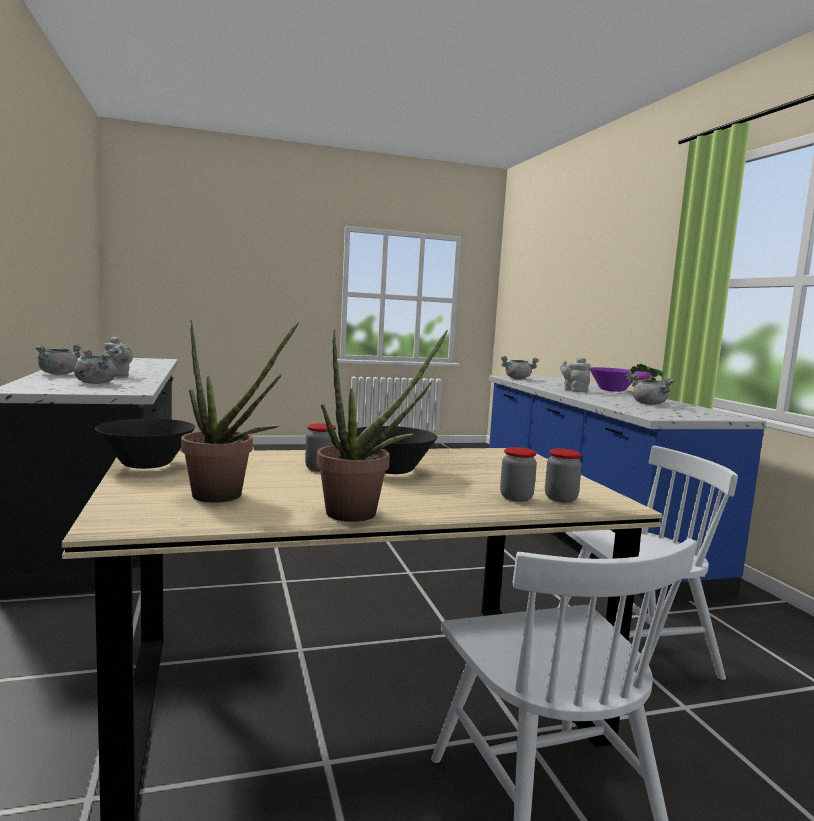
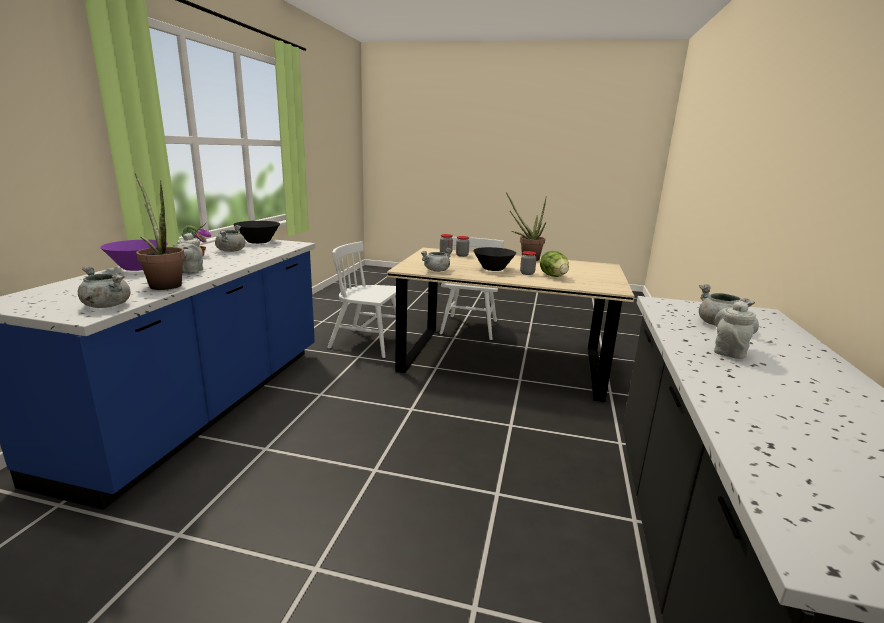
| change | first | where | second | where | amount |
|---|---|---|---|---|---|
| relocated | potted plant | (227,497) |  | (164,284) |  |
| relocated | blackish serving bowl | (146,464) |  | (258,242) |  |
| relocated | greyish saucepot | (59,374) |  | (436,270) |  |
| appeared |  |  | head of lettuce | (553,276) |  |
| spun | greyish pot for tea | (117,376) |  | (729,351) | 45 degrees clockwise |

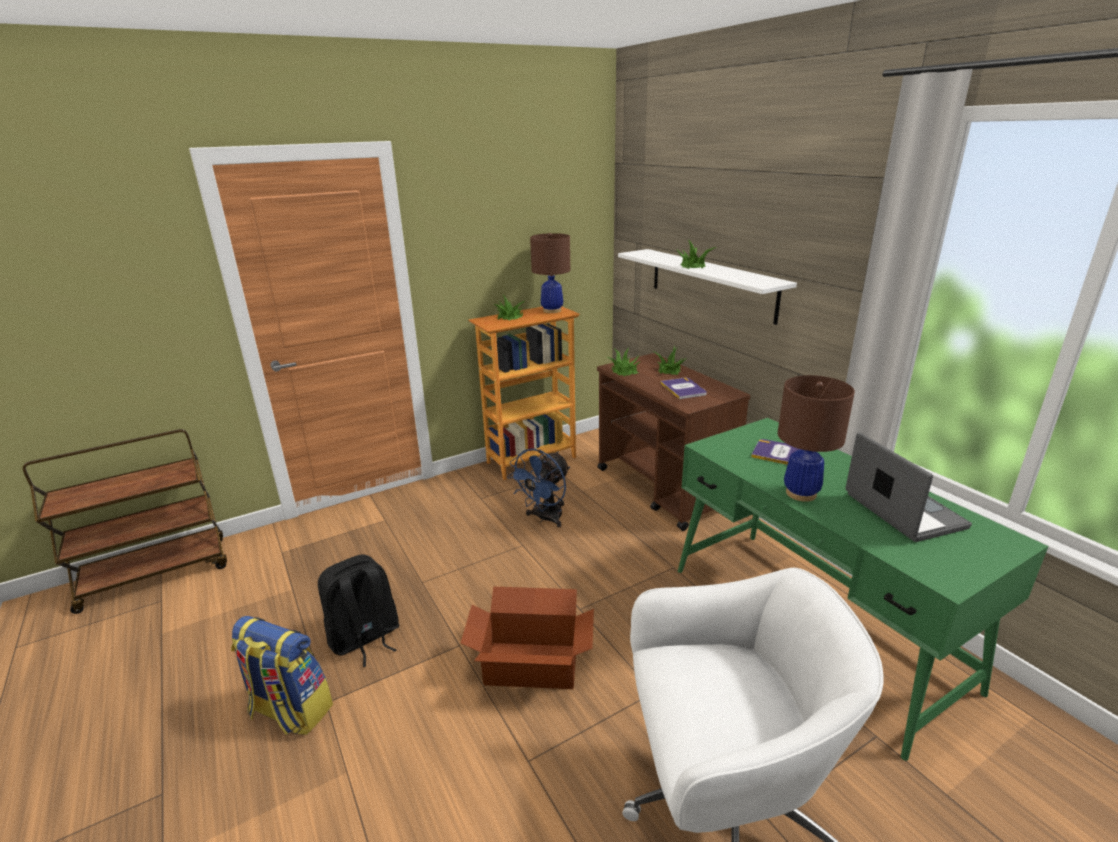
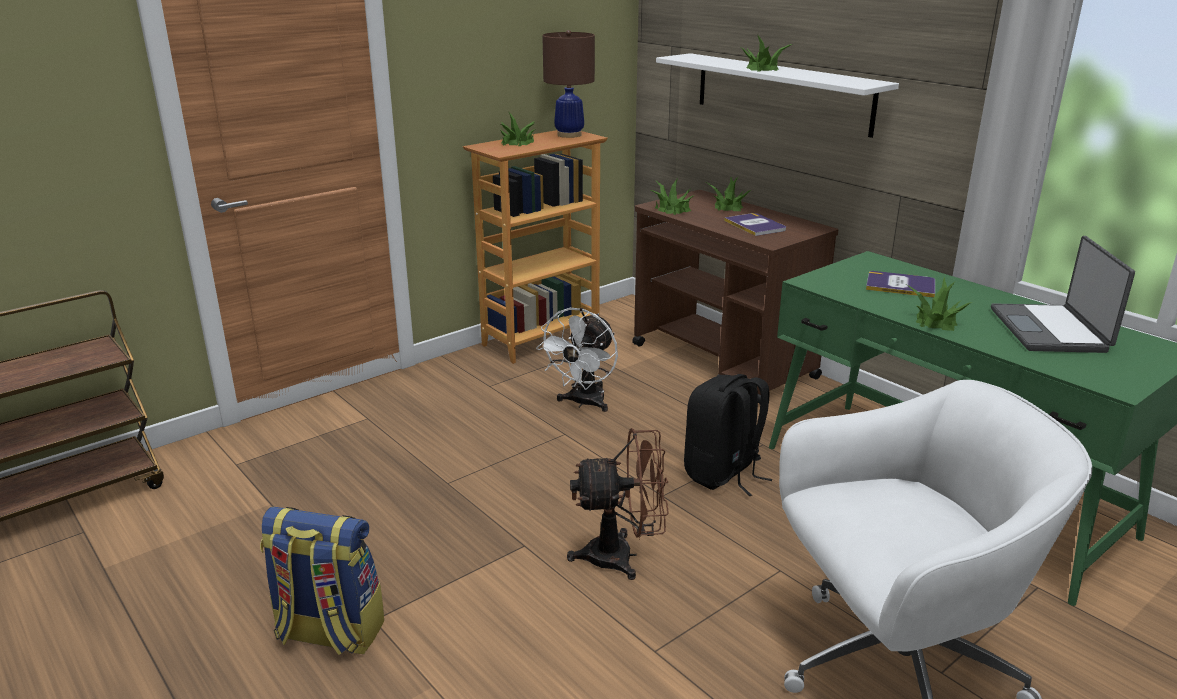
| change | first | where | second | where | amount |
|---|---|---|---|---|---|
| colour | blue-coloured cooling fan | (545,518) | whitish cooling fan | (583,403) |  |
| exchanged | carton | (530,664) | brown-coloured cooling fan | (622,556) |  |
| relocated | blackish knapsack | (365,638) |  | (723,474) |  |
| exchanged | brown-coloured tabletop lamp | (801,493) | potted plant | (936,320) |  |
| spun | portable computer | (902,511) |  | (1051,330) | 150 degrees counterclockwise |

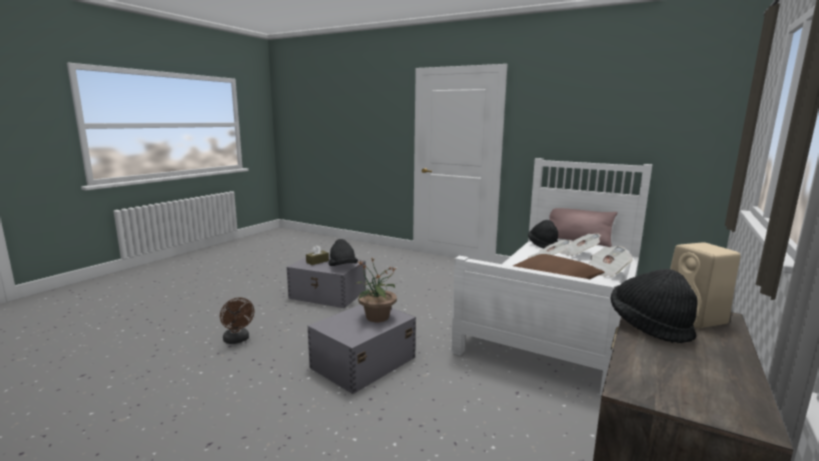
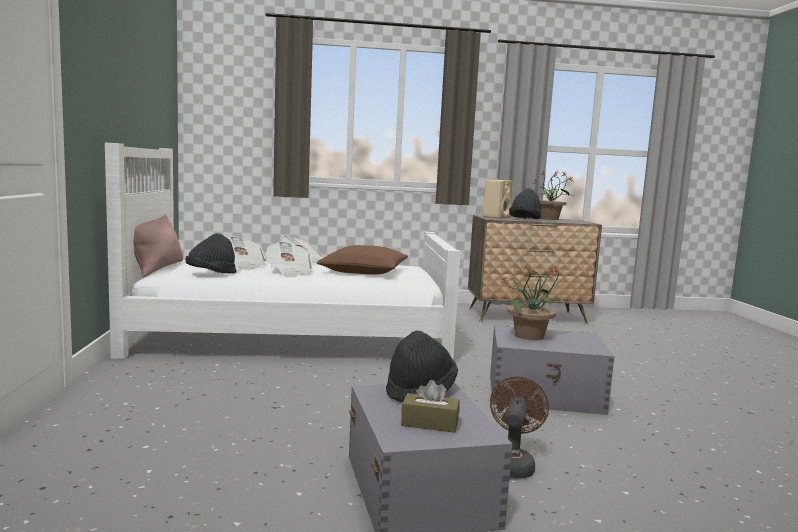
| change | first | where | second | where | amount |
|---|---|---|---|---|---|
| relocated | brown-coloured cooling fan | (237,340) |  | (512,464) |  |
| appeared |  |  | potted plant | (549,219) |  |

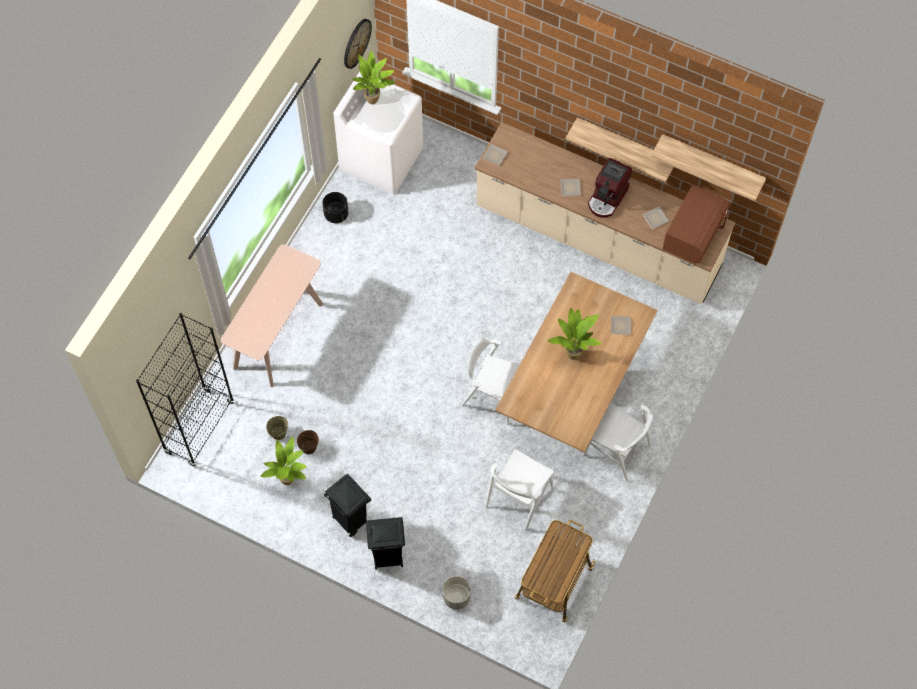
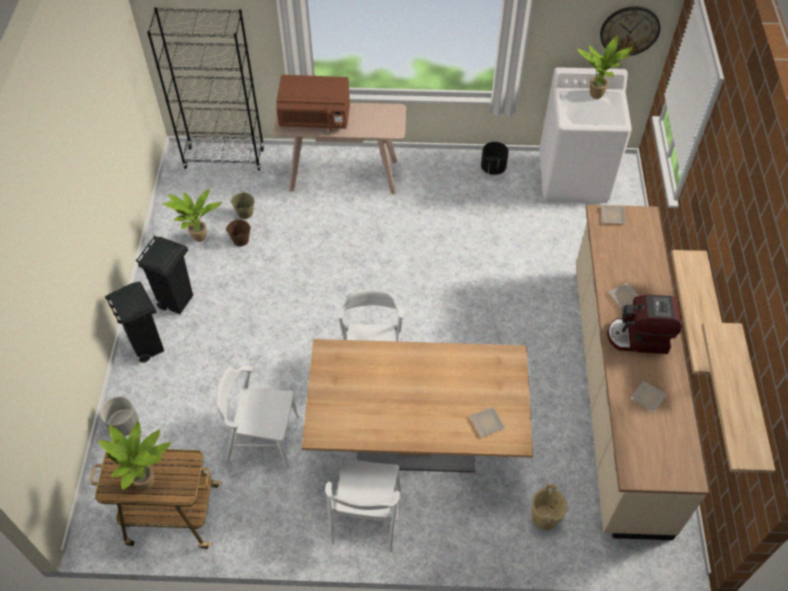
| change | first | where | second | where | amount |
|---|---|---|---|---|---|
| relocated | potted plant | (572,353) |  | (148,481) |  |
| relocated | brown-coloured microwave | (693,234) |  | (315,119) |  |
| appeared |  |  | beige water bucket | (545,517) |  |

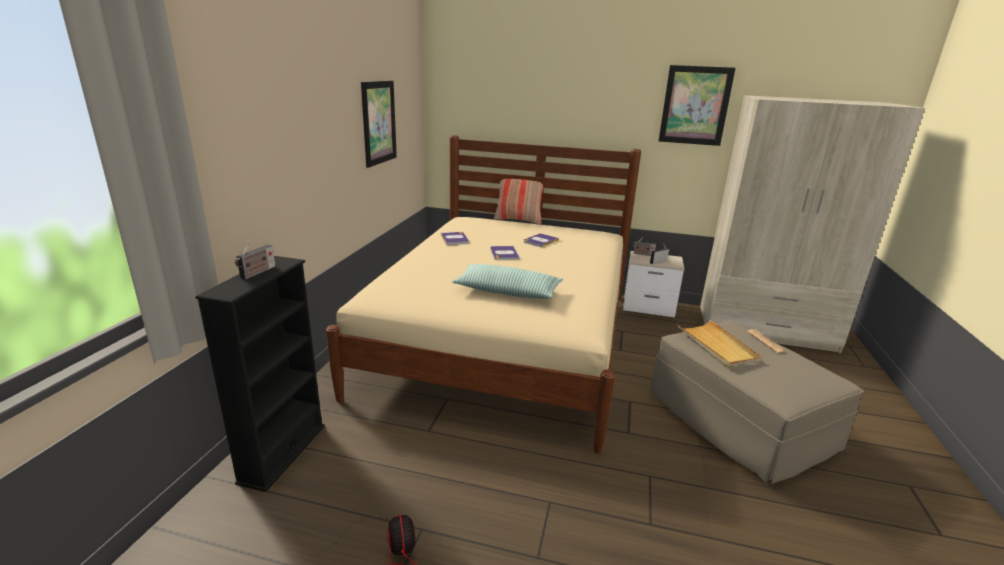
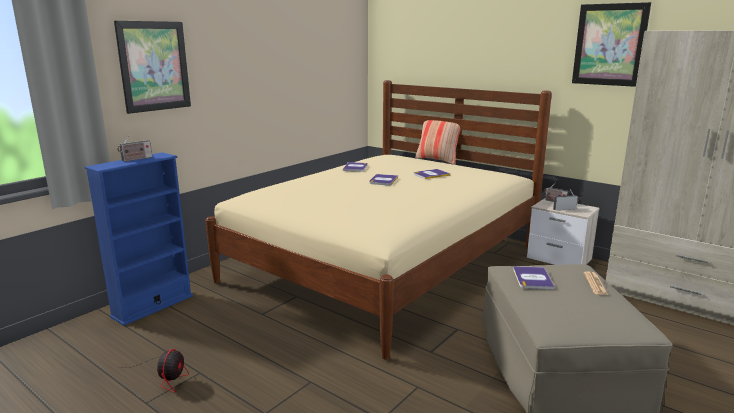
| change | first | where | second | where | amount |
|---|---|---|---|---|---|
| colour | blackish bookcase | (283,453) | blue-coloured bookcase | (153,306) |  |
| relocated | wall art | (379,122) |  | (154,66) |  |
| exchanged | beige tray | (717,345) | bound book | (532,278) |  |
| missing | pillow | (507,291) |  |  |  |

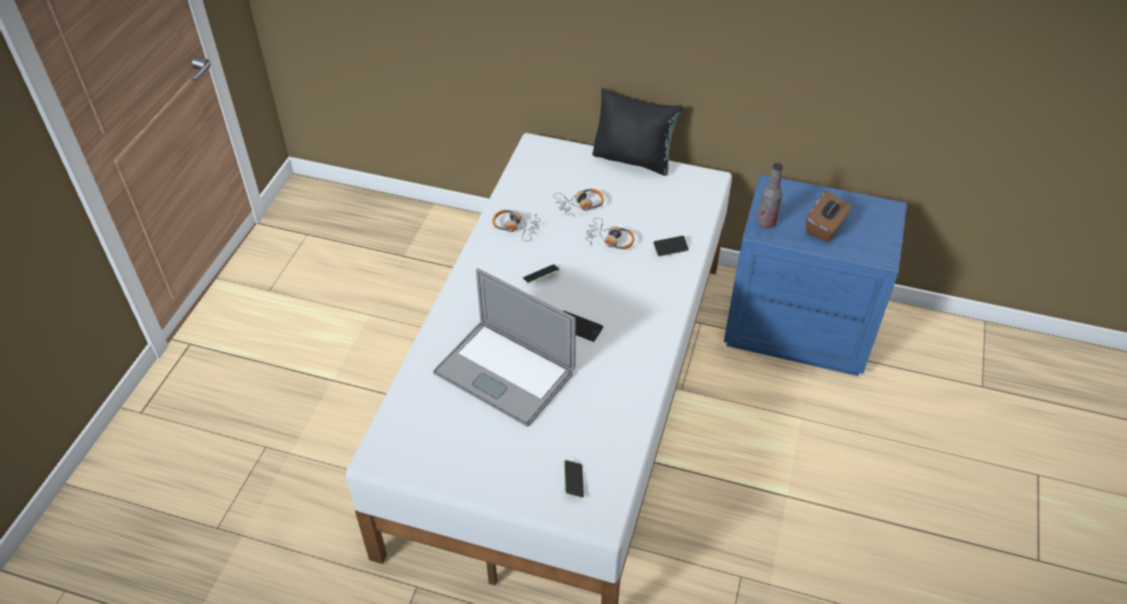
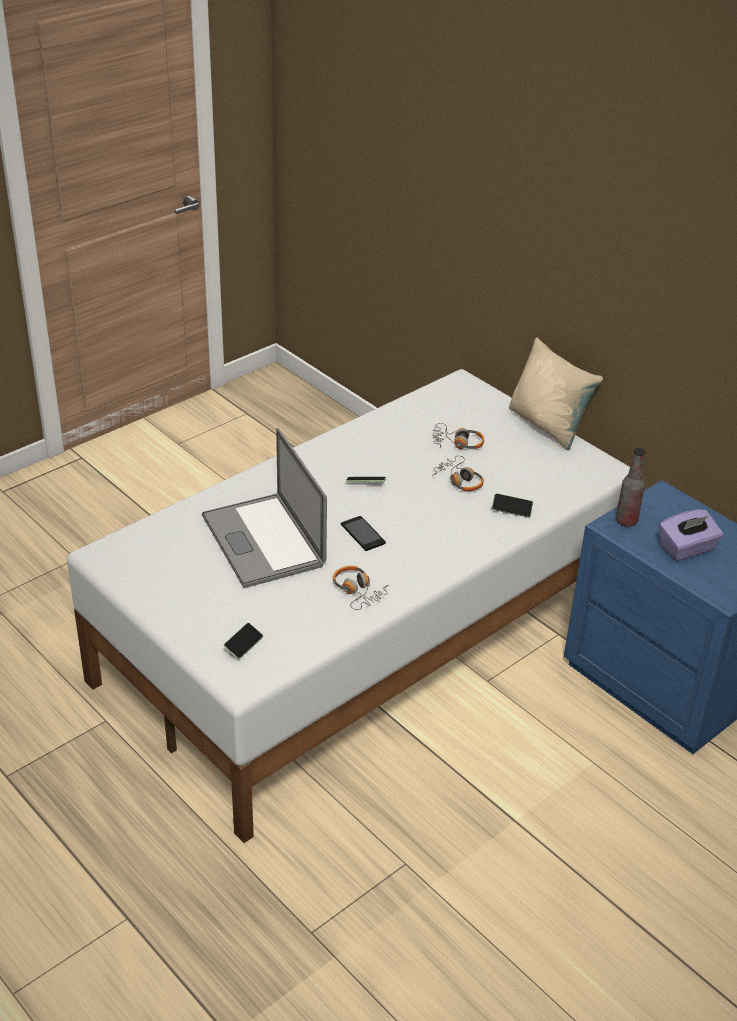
| change | first | where | second | where | amount |
|---|---|---|---|---|---|
| relocated | headphones | (516,227) |  | (357,591) |  |
| colour | blackish pillow | (634,159) | beige pillow | (548,426) |  |
| colour | brown-coloured box of tissues | (825,227) | purple-coloured box of tissues | (687,549) |  |

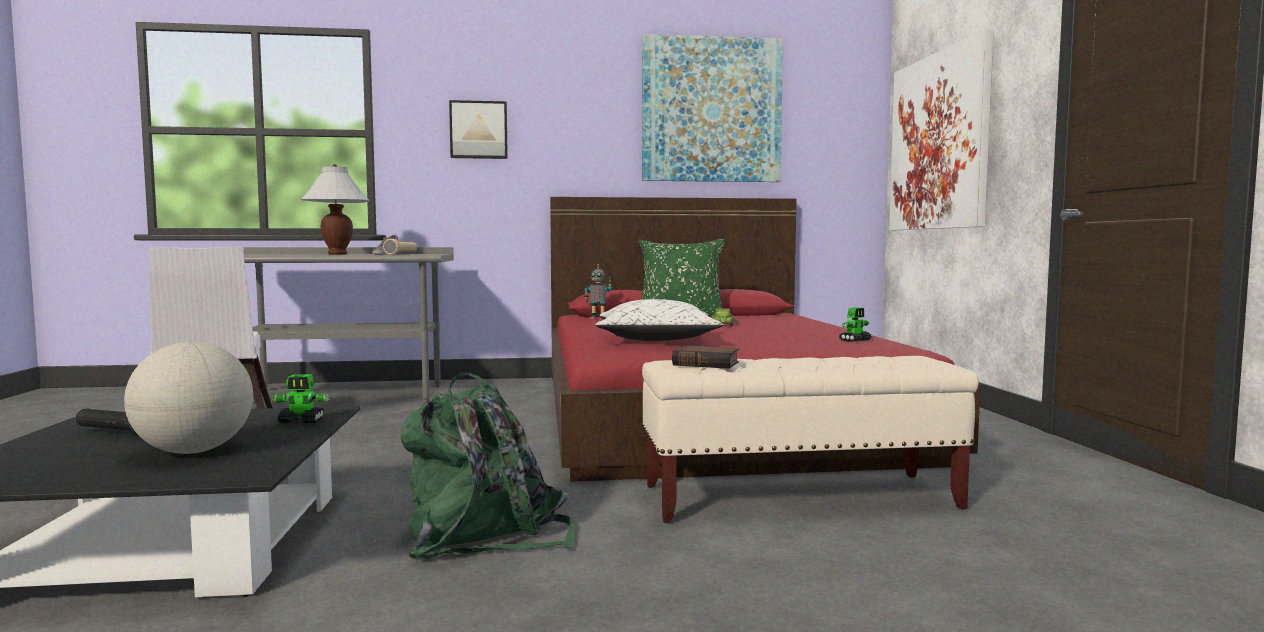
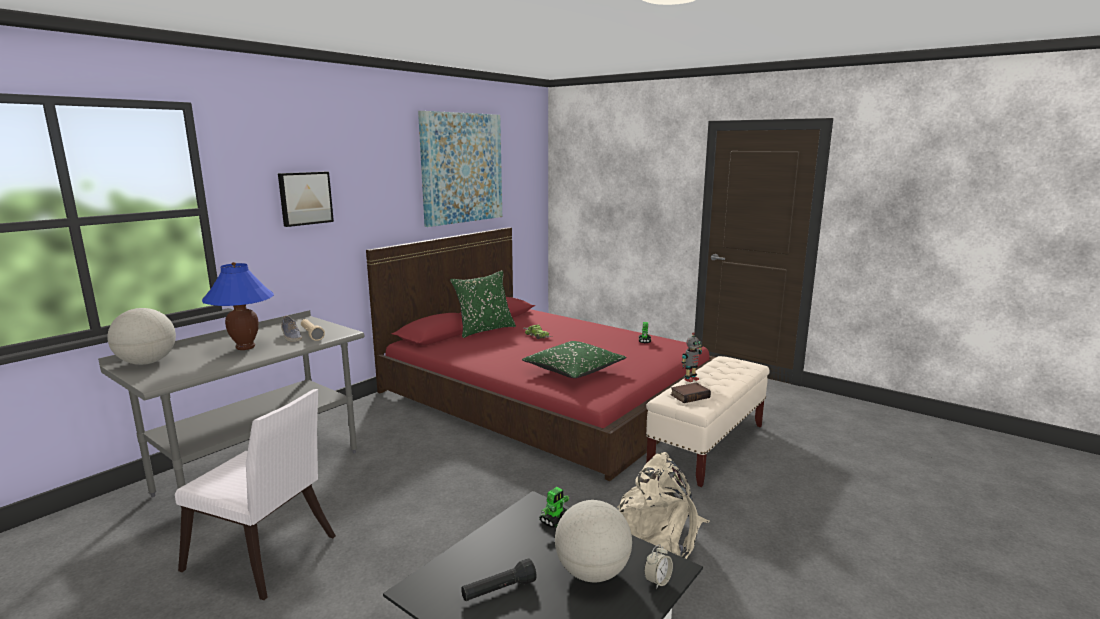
| change | first | where | second | where | amount |
|---|---|---|---|---|---|
| appeared |  |  | desk globe | (147,362) |  |
| colour | whitish tabletop lamp | (337,254) | blue-coloured tabletop lamp | (245,347) |  |
| colour | whitish pillow | (656,340) | greenish pillow | (573,370) |  |
| colour | greenish knapsack | (485,535) | beige knapsack | (660,535) |  |
| appeared |  |  | bedside clock | (657,581) |  |
| relocated | model robot | (598,319) |  | (690,379) |  |
| missing | wall art | (938,142) |  |  |  |

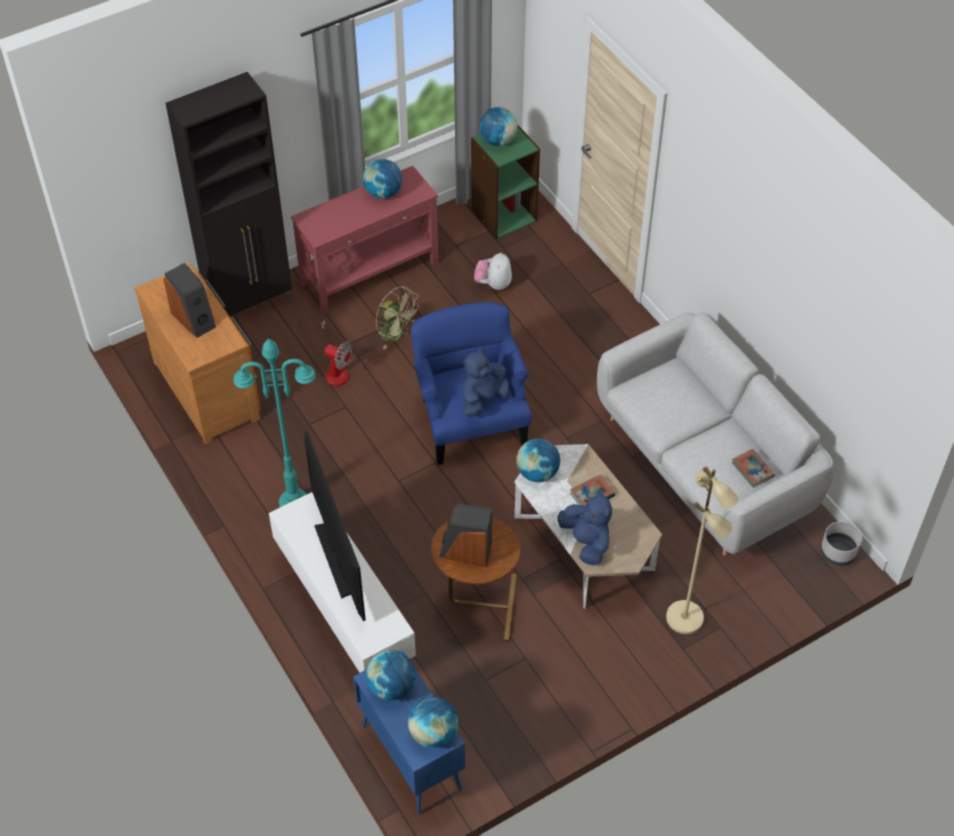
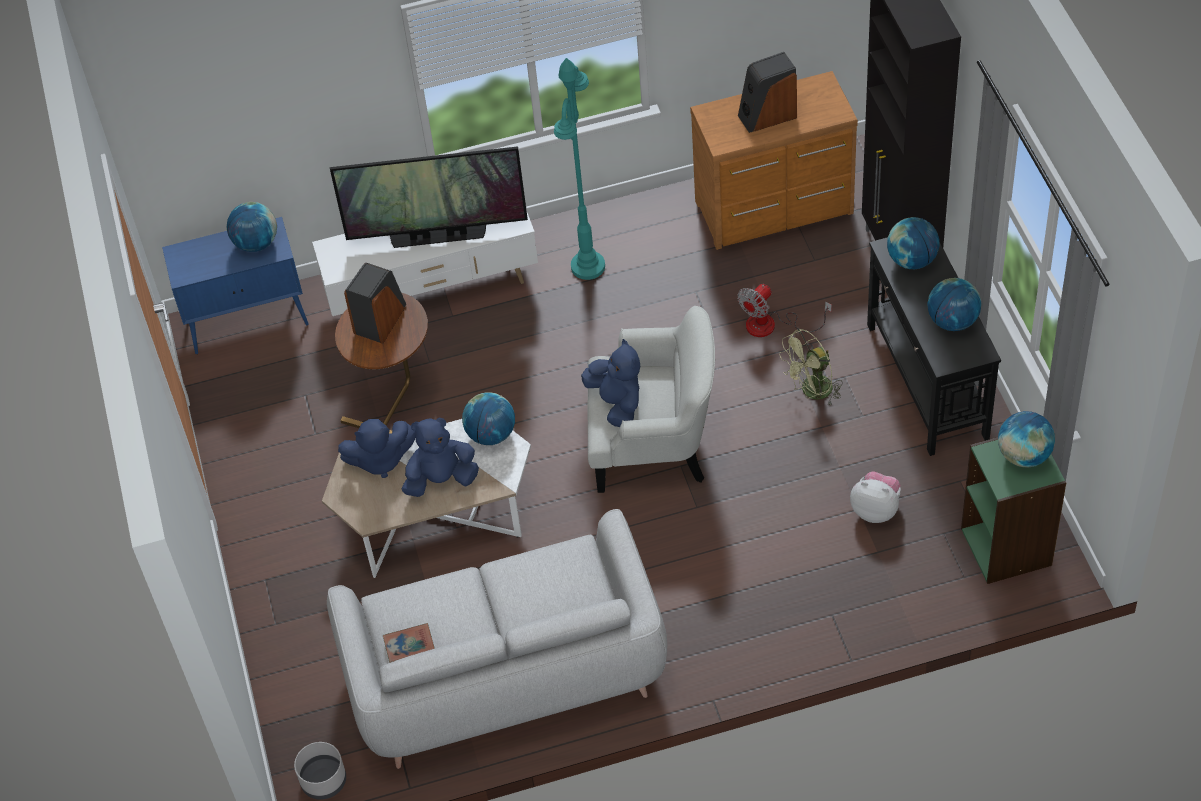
| change | first | where | second | where | amount |
|---|---|---|---|---|---|
| exchanged | bound book | (592,495) | blue-coloured cuddly toy | (441,480) |  |
| colour | blue-coloured armchair | (470,420) | whitish armchair | (654,443) |  |
| colour | red narrow table | (370,273) | blackish narrow table | (926,381) |  |
| relocated | desk globe | (433,733) |  | (912,260) |  |
| missing | beige standing lamp | (686,617) |  |  |  |

